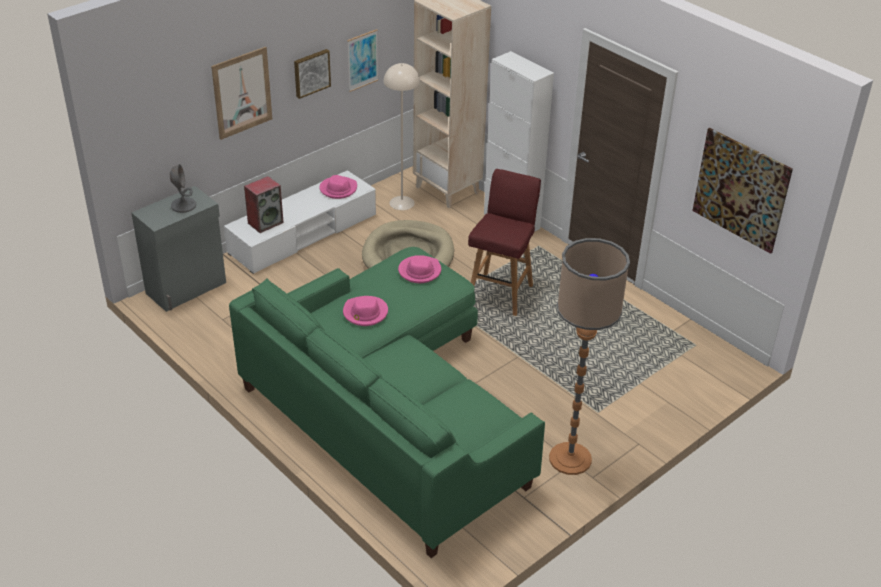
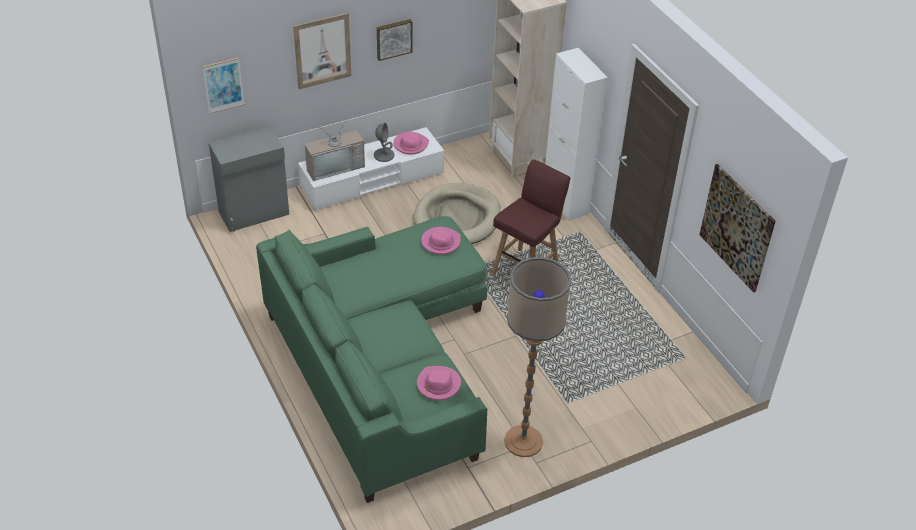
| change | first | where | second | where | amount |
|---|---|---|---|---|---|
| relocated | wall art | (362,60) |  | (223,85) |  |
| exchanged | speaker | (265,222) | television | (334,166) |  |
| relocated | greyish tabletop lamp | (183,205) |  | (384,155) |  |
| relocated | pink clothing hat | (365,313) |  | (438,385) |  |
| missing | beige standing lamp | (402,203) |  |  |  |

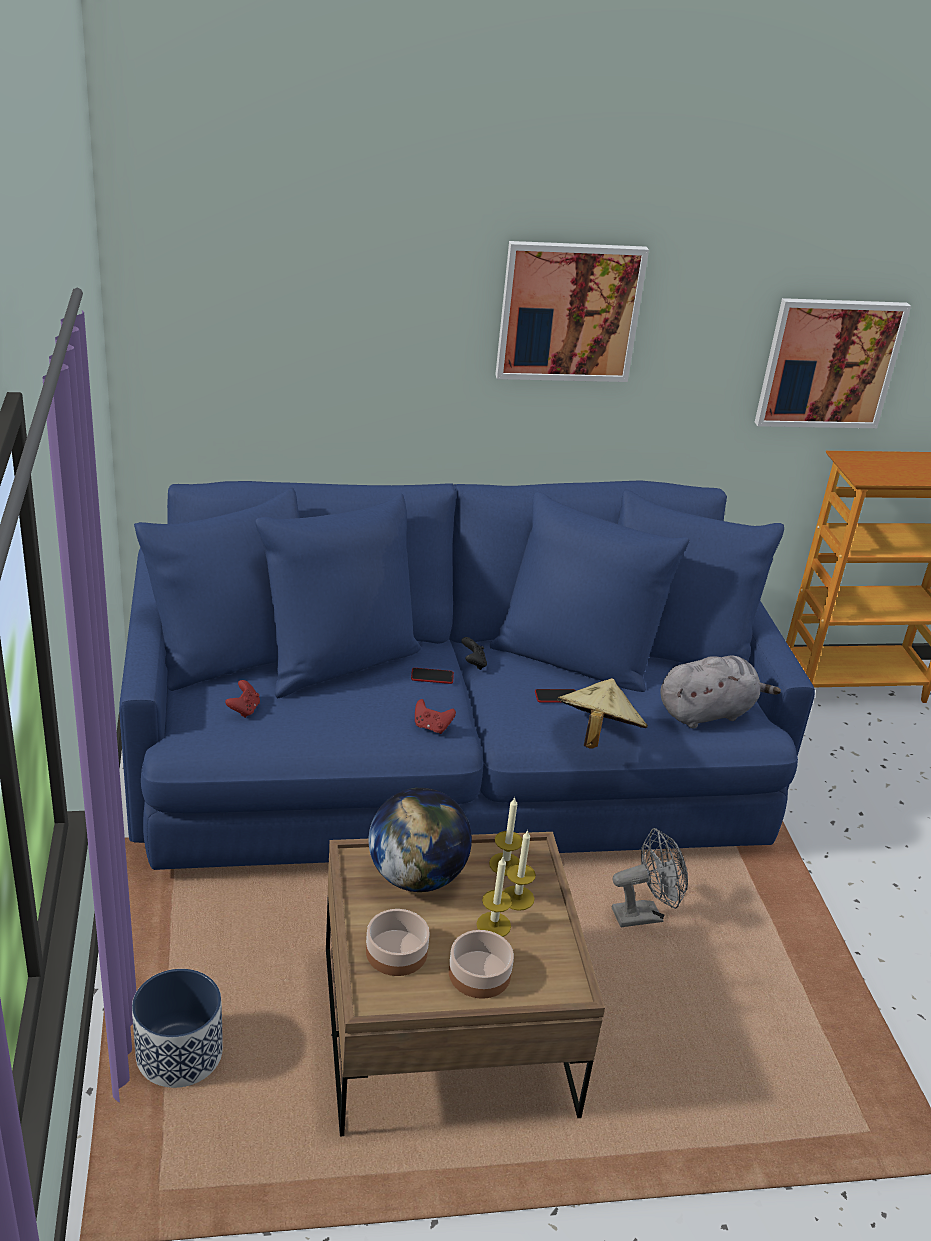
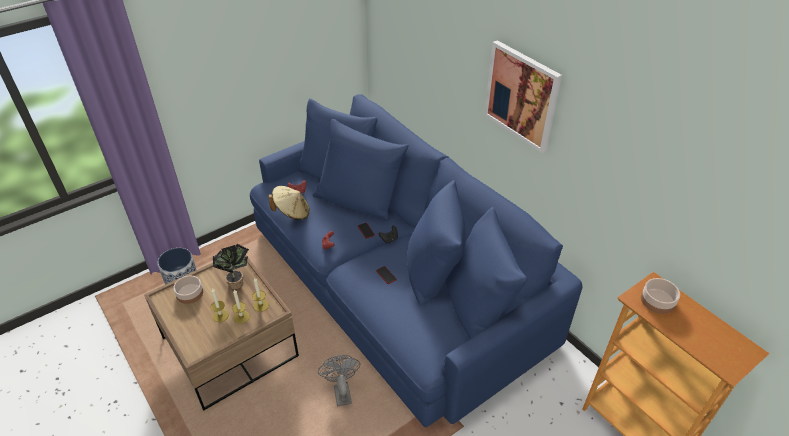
| change | first | where | second | where | amount |
|---|---|---|---|---|---|
| exchanged | desk globe | (416,877) | potted plant | (236,282) |  |
| relocated | beige clothing hat | (596,736) |  | (292,213) |  |
| spun | greyish cooling fan | (644,914) |  | (341,391) | 150 degrees counterclockwise |
| relocated | serving bowl | (478,974) |  | (657,300) |  |
| missing | greyish cuddly toy | (708,712) |  |  |  |
| missing | wall art | (829,363) |  |  |  |

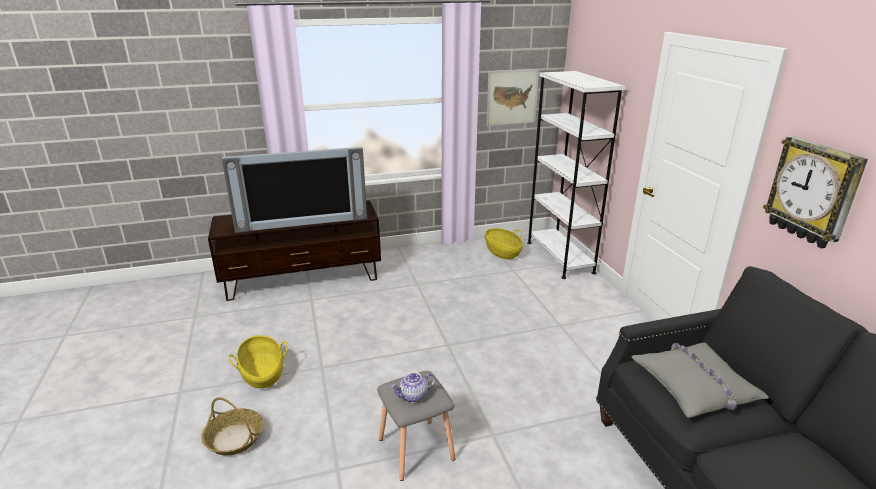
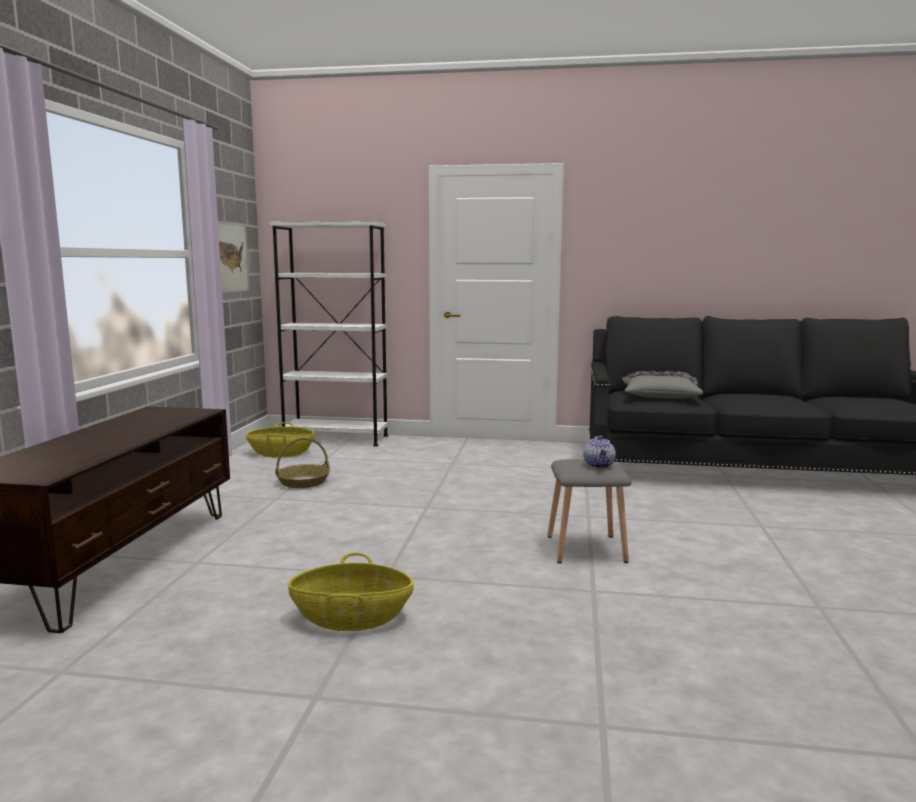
| change | first | where | second | where | amount |
|---|---|---|---|---|---|
| relocated | basket | (235,438) |  | (303,482) |  |
| missing | television | (302,222) |  |  |  |
| missing | clock on the wall | (812,192) |  |  |  |

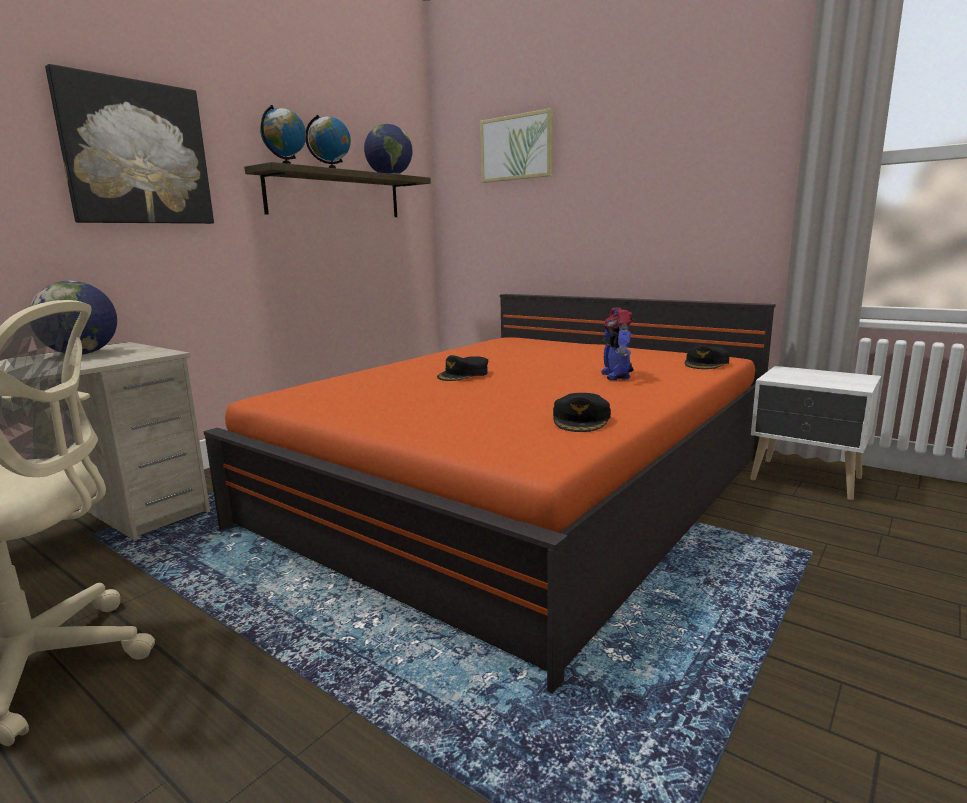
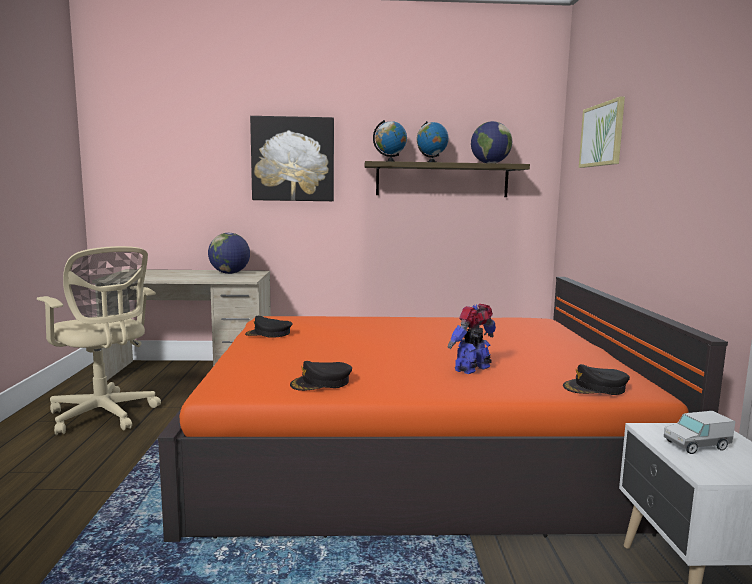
| change | first | where | second | where | amount |
|---|---|---|---|---|---|
| relocated | blackish peaked cap | (463,375) |  | (268,334) |  |
| appeared |  |  | model truck | (696,445) |  |

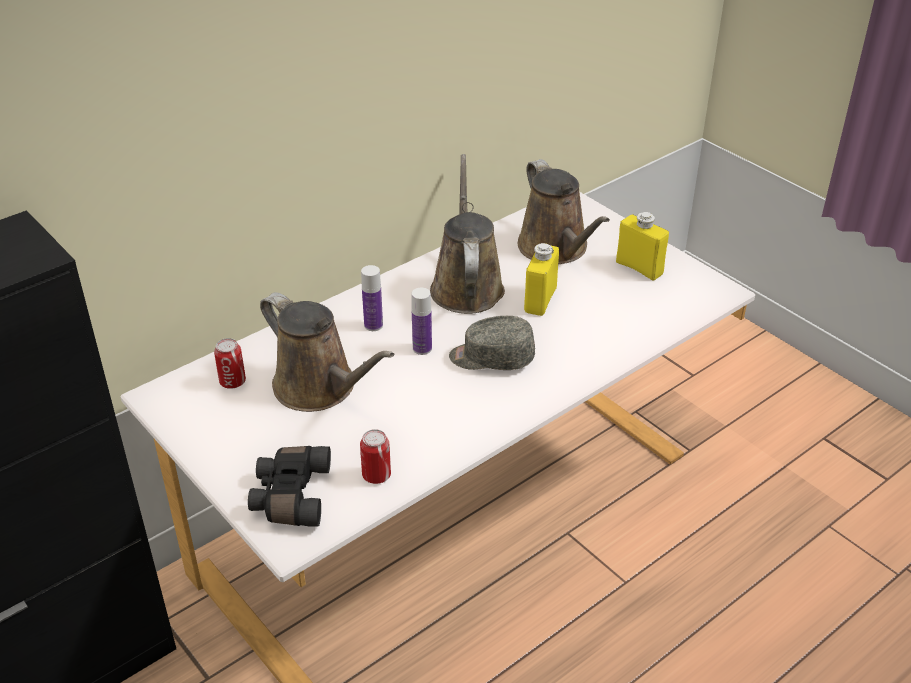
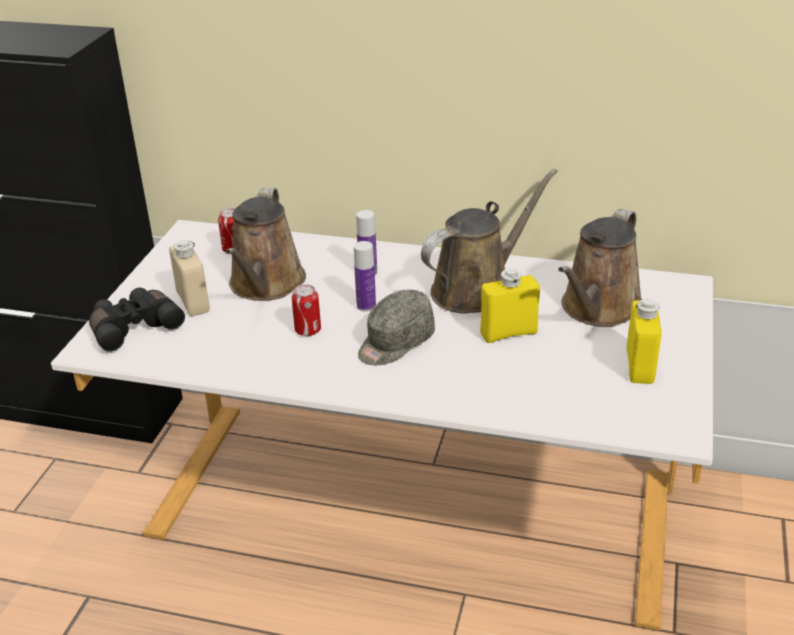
| change | first | where | second | where | amount |
|---|---|---|---|---|---|
| appeared |  |  | beige beverage bottle | (193,302) |  |
| relocated | sealed can | (376,475) |  | (308,330) |  |
| spun | greyish peaked cap | (491,358) |  | (395,343) | 105 degrees counterclockwise |

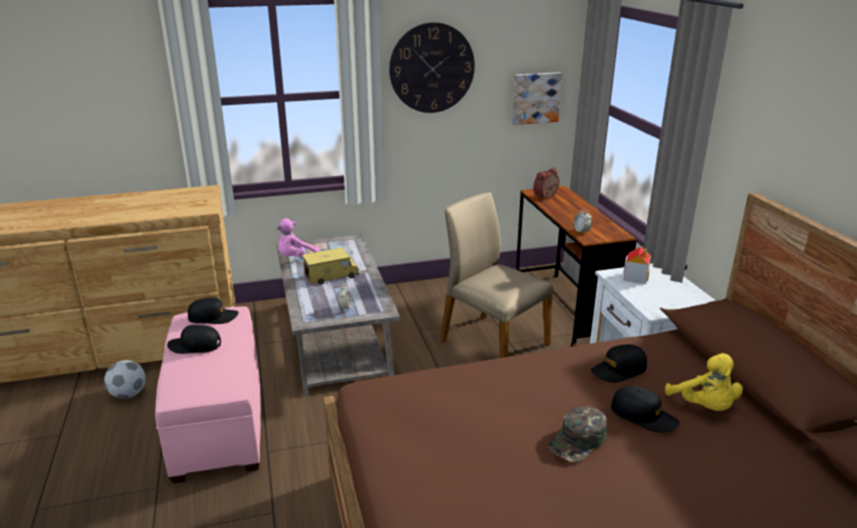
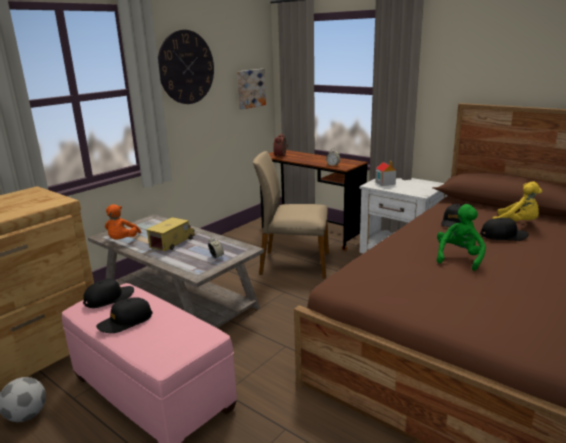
| change | first | where | second | where | amount |
|---|---|---|---|---|---|
| colour | pink cuddly toy | (295,258) | orangey cuddly toy | (122,241) |  |
| appeared |  |  | greenish cuddly toy | (459,258) |  |
| missing | greenish peaked cap | (578,441) |  |  |  |

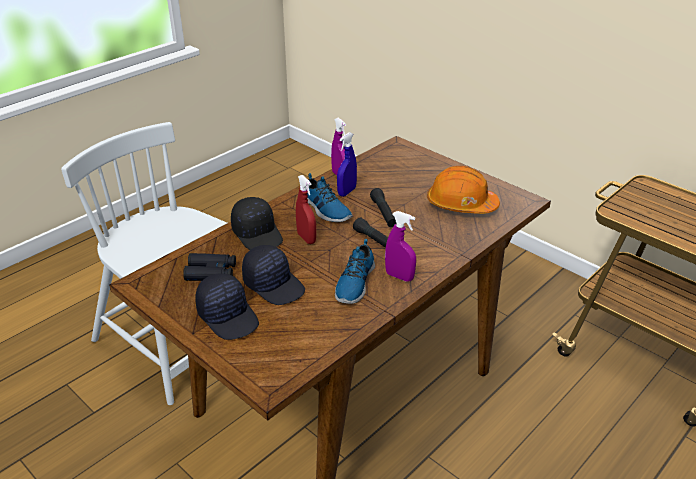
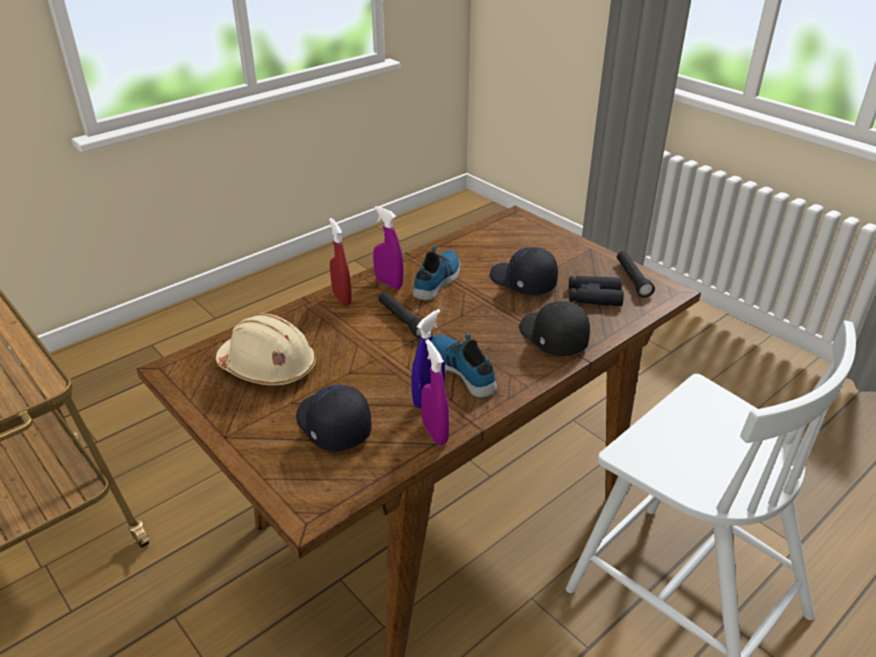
| change | first | where | second | where | amount |
|---|---|---|---|---|---|
| colour | orangey hard hat | (461,204) | beige hard hat | (268,367) |  |
| relocated | blackish peaked cap | (229,316) |  | (332,426) |  |
| relocated | red hand sprayer | (306,238) |  | (342,298) |  |
| relocated | blackish flashlight | (383,213) |  | (632,279) |  |

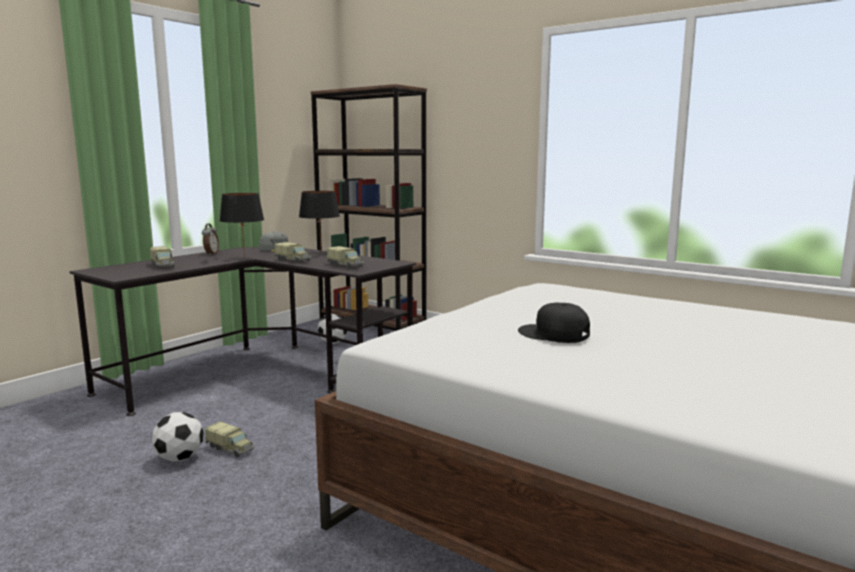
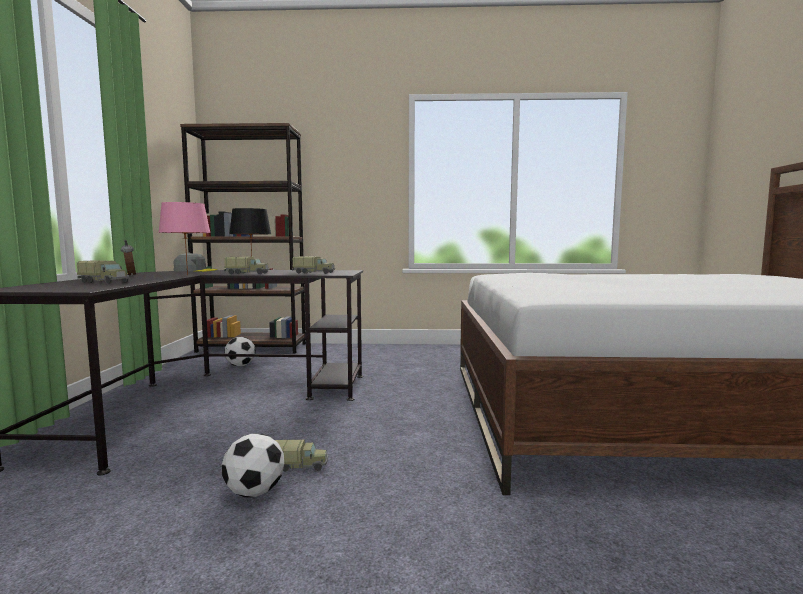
| change | first | where | second | where | amount |
|---|---|---|---|---|---|
| colour | blackish tabletop lamp | (244,258) | pink tabletop lamp | (187,275) |  |
| missing | blackish peaked cap | (554,334) |  |  |  |

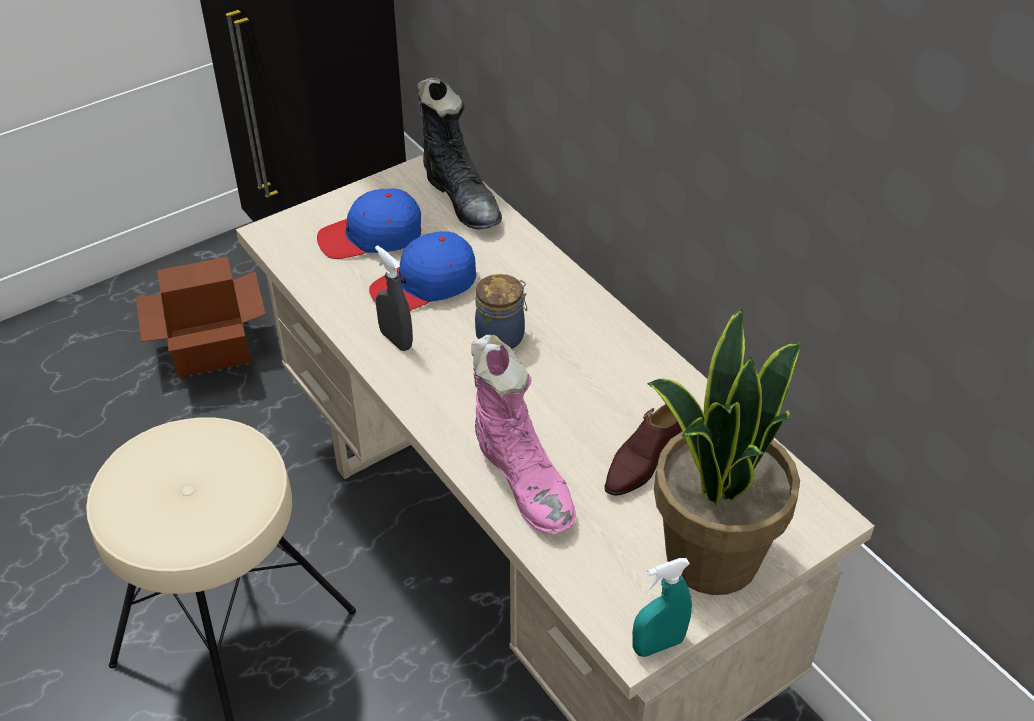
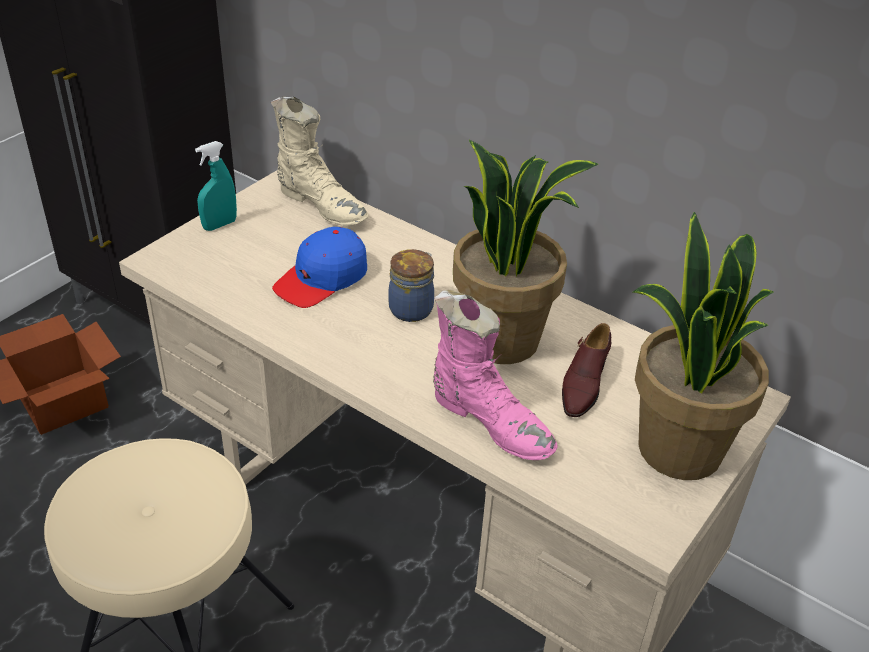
| change | first | where | second | where | amount |
|---|---|---|---|---|---|
| relocated | turquoise-coloured hand sprayer | (658,645) |  | (219,225) |  |
| colour | blackish high-top boot | (462,199) | beige high-top boot | (322,205) |  |
| appeared |  |  | potted plant | (503,339) |  |
| missing | blue-coloured peaked cap | (371,237) |  |  |  |
| missing | greyish hand sprayer | (396,340) |  |  |  |

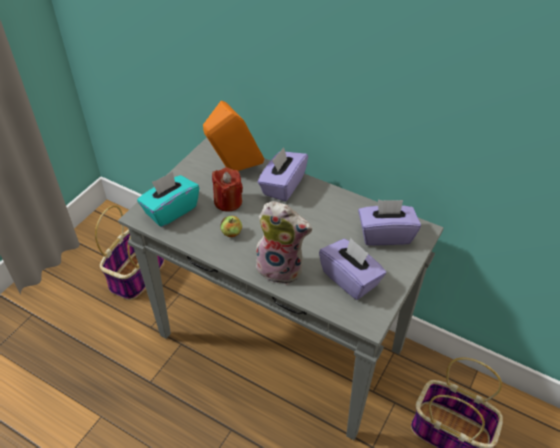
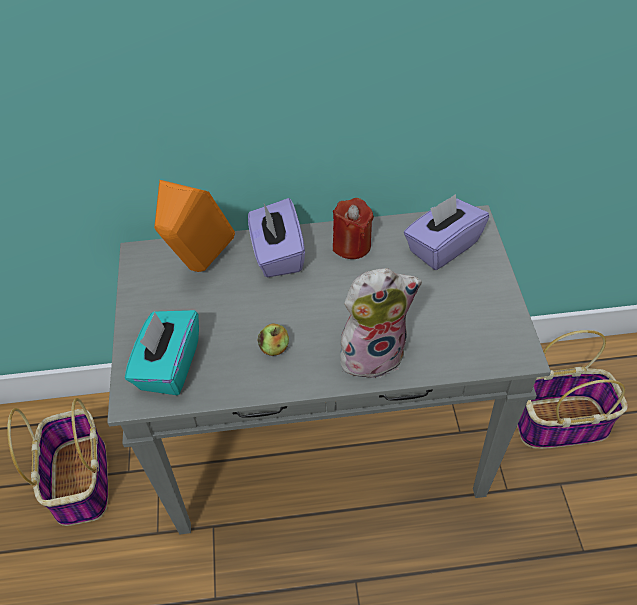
| change | first | where | second | where | amount |
|---|---|---|---|---|---|
| relocated | red wax candle | (228,202) |  | (351,245) |  |
| missing | purple-coloured box of tissues | (350,279) |  |  |  |

